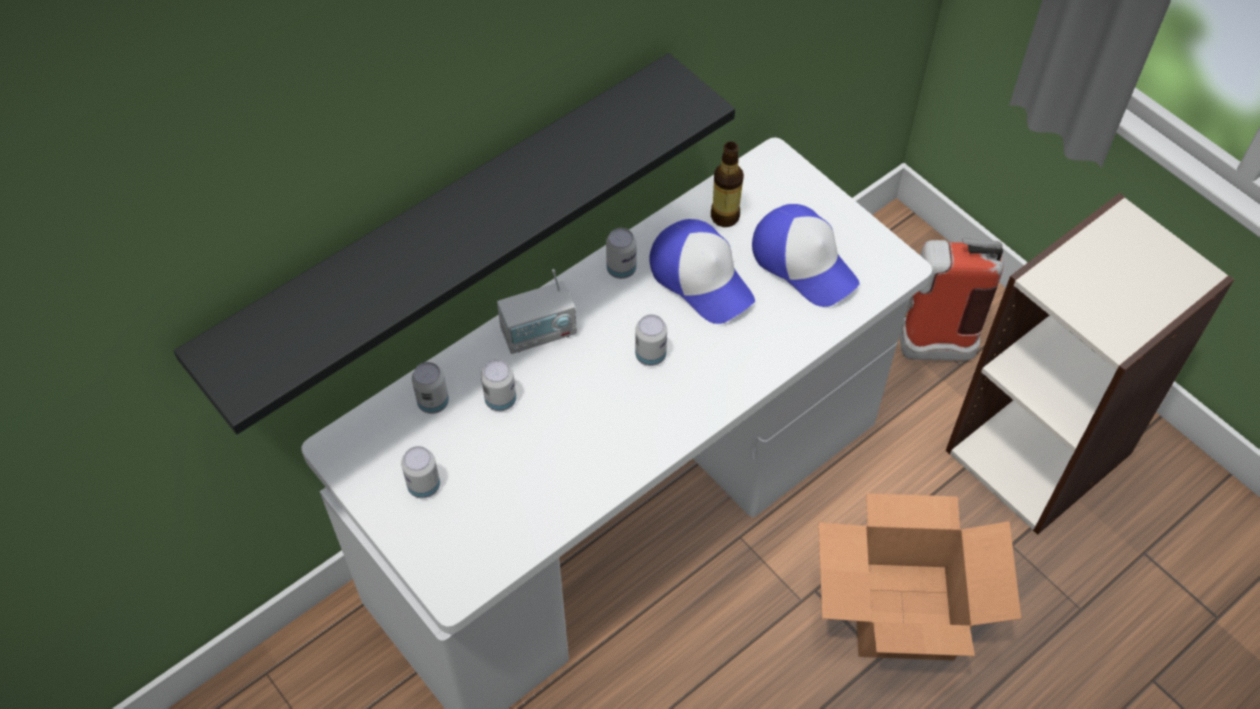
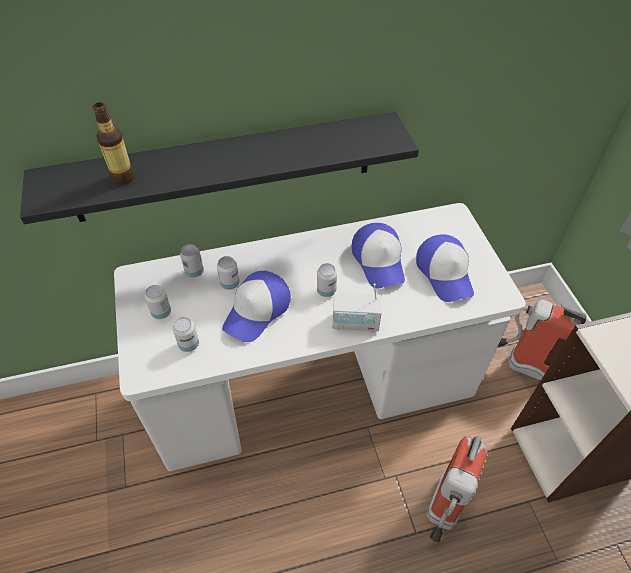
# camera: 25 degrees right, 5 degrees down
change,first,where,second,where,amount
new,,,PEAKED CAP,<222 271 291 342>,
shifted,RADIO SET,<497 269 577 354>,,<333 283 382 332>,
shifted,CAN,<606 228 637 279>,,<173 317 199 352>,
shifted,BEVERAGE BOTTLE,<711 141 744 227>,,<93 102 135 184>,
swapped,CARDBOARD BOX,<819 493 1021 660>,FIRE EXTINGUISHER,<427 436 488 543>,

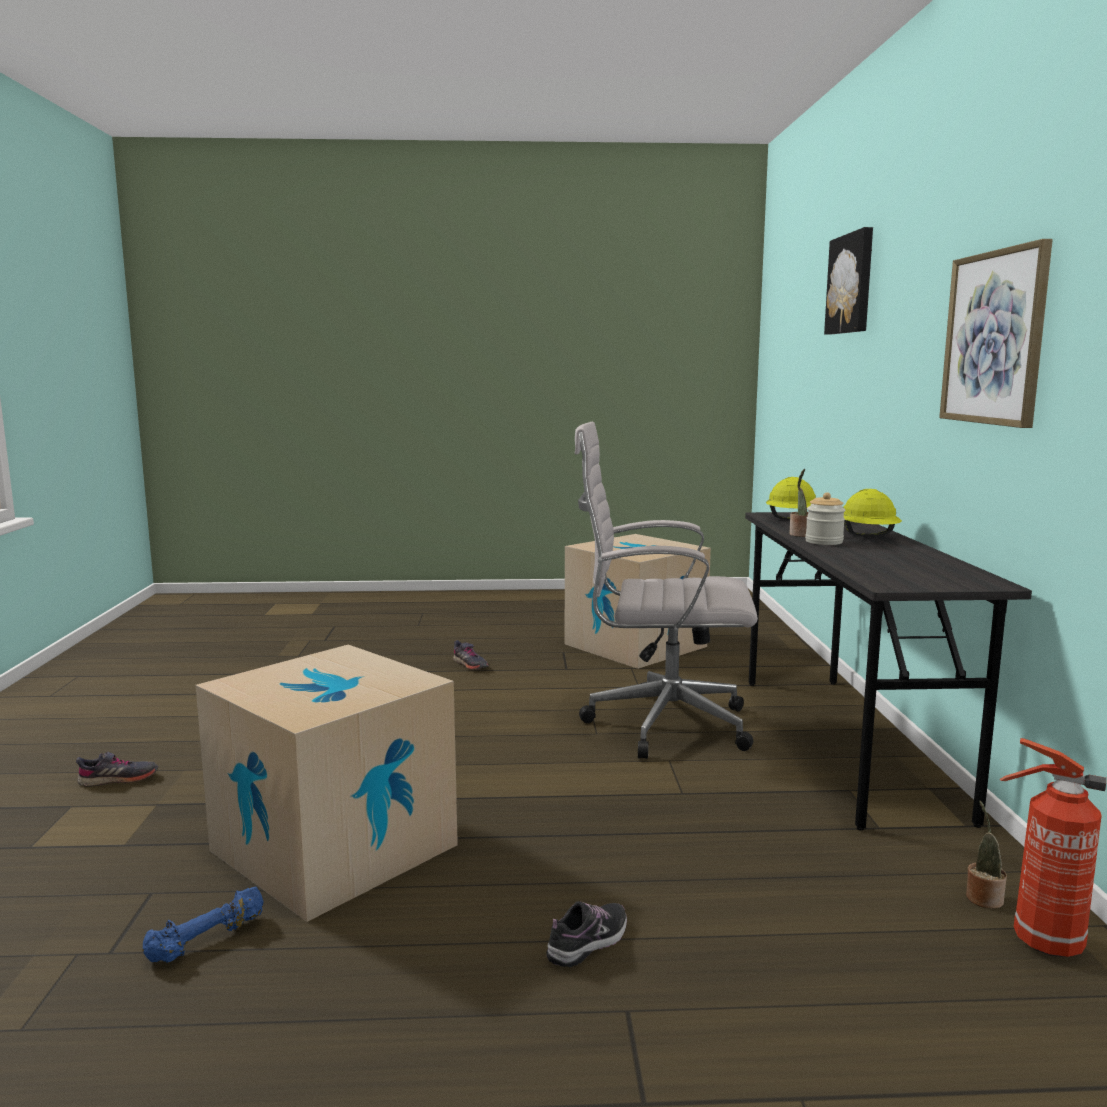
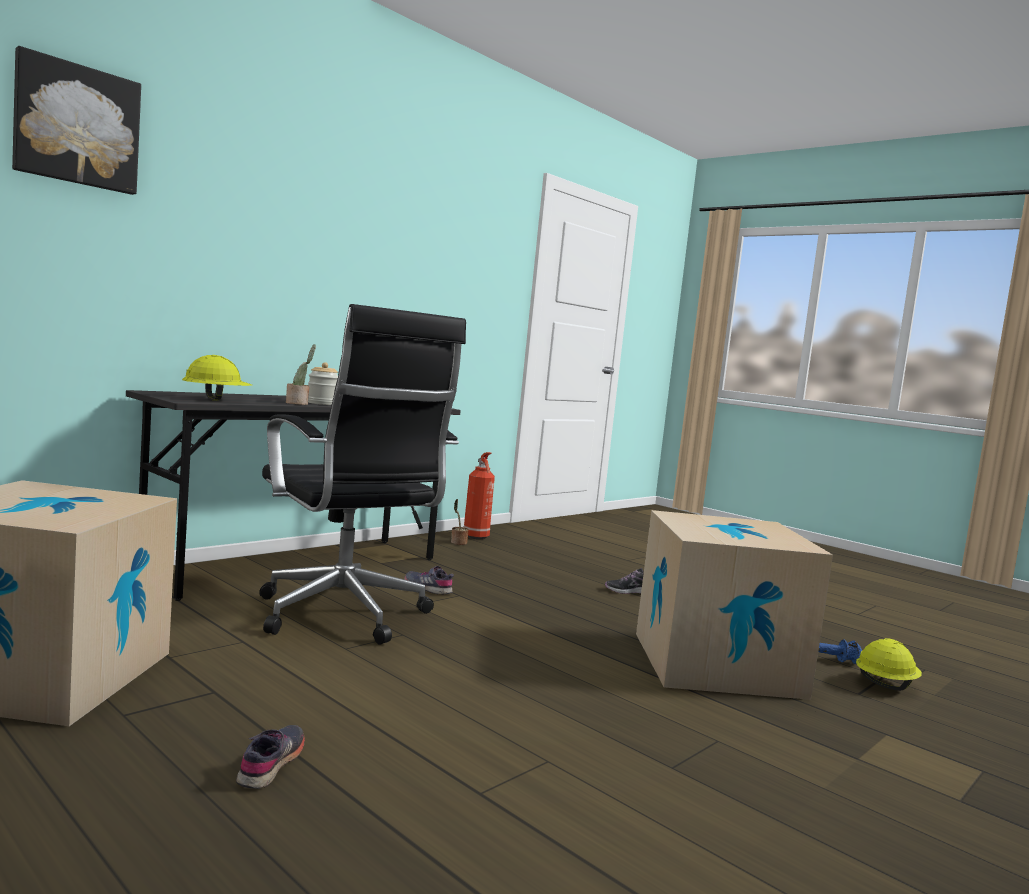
# camera: 135 degrees left, 5 degrees down
change,first,where,second,where,amount
gone,PICTURE,<939 239 1053 428>,,,
shifted,GRAY LOW SHOE,<76 752 158 787>,,<404 566 454 595>,
shifted,YELLOW WORK HELMET,<843 489 902 537>,,<856 638 922 691>,
repainted,WHITE-COLOURED COMPUTER CHAIR,<575 422 758 759>,BLACKISH COMPUTER CHAIR,<259 304 466 645>,

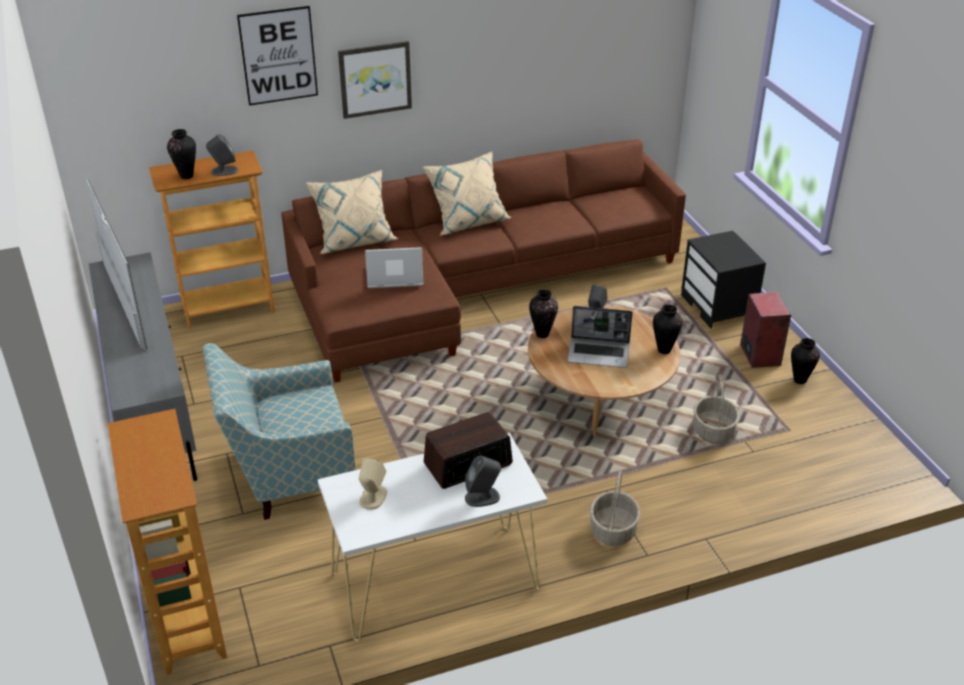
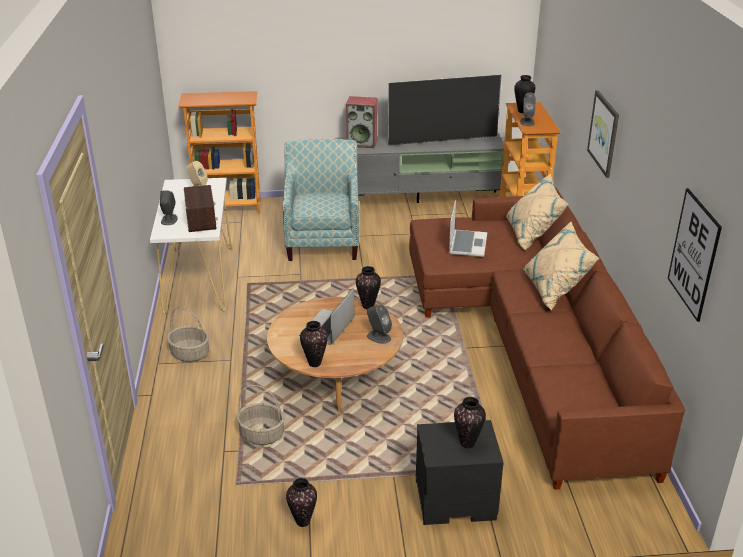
# camera: 105 degrees right, 5 degrees down
change,first,where,second,where,amount
new,,,FLOWER VASE,<454 397 486 448>,
shifted,PICTURE,<237 6 318 106>,,<667 188 722 322>,
shifted,LOUDSPEAKER,<740 292 791 368>,,<346 96 377 148>,

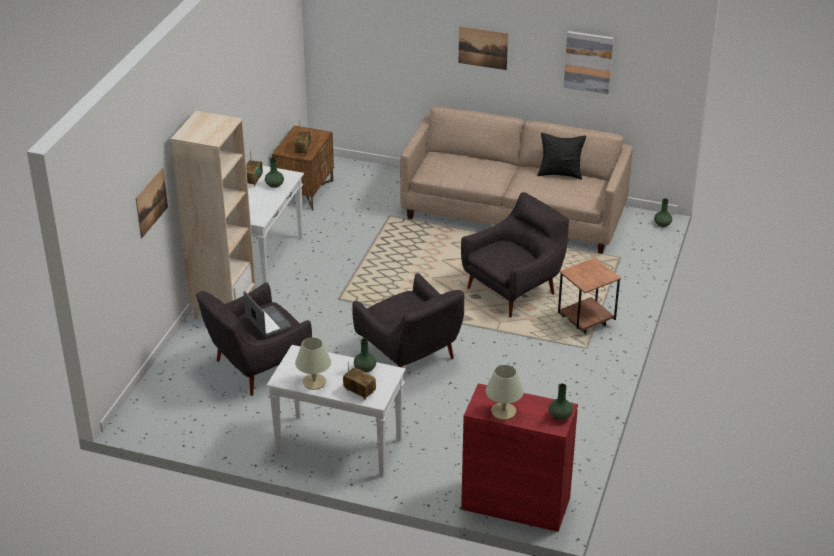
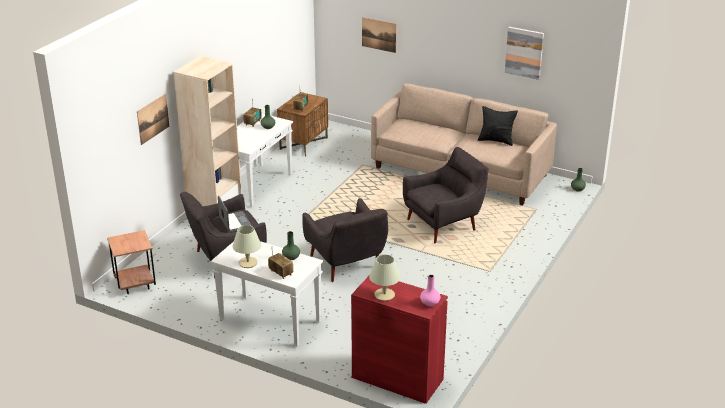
# camera: 10 degrees right, 5 degrees down
change,first,where,second,where,amount
shifted,PICTURE,<459 26 508 70>,,<362 17 397 53>,
shifted,BROWN-COLOURED END TABLE,<558 257 621 334>,,<107 230 156 294>,
repainted,GREENISH FLOWER VASE,<549 384 573 420>,PINKISH FLOWER VASE,<420 275 440 306>,

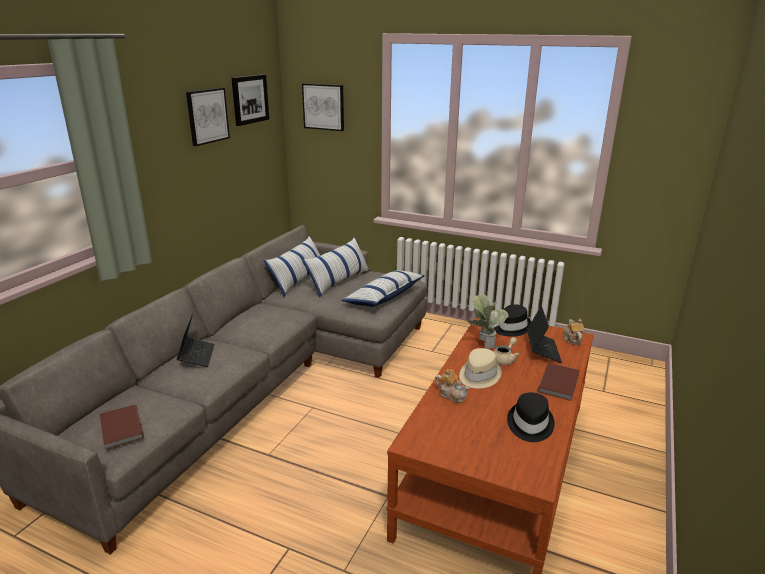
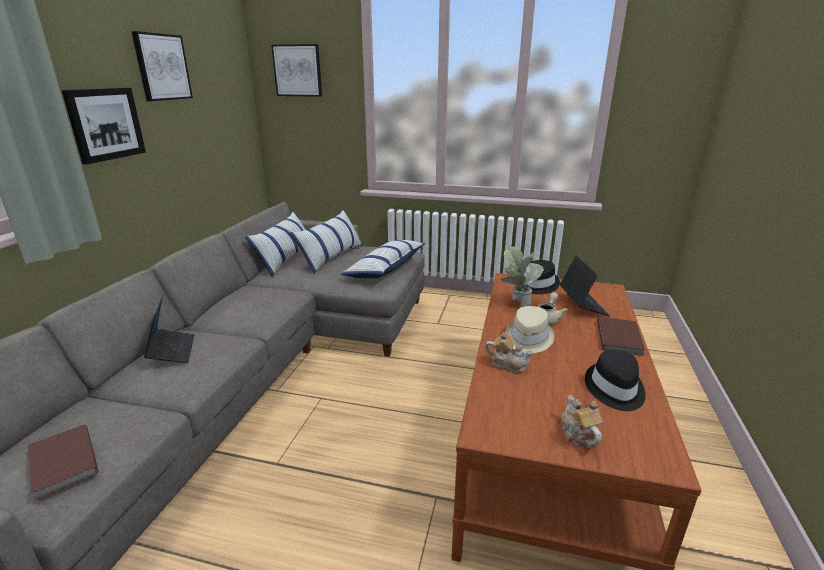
# camera: 10 degrees left, 0 degrees up
change,first,where,second,where,amount
shifted,PICTURE,<232 74 269 126>,,<62 88 146 164>,
shifted,TEAPOT,<564 319 584 345>,,<561 395 603 448>,

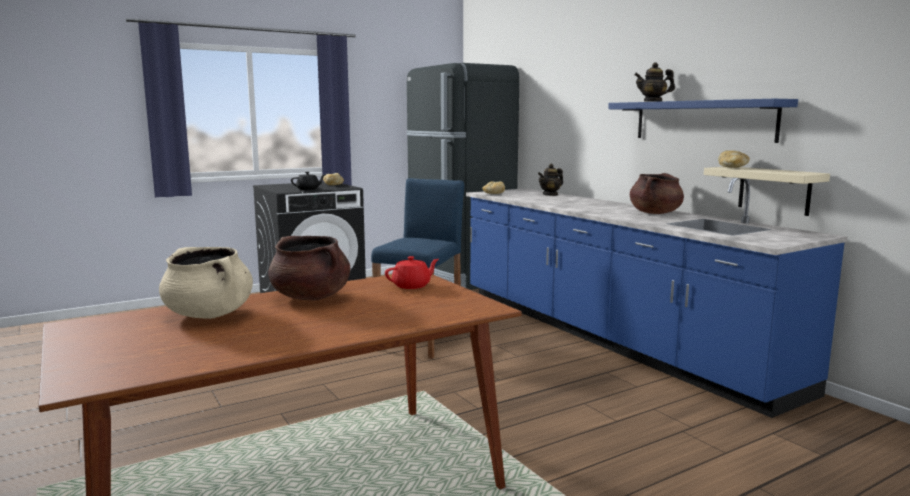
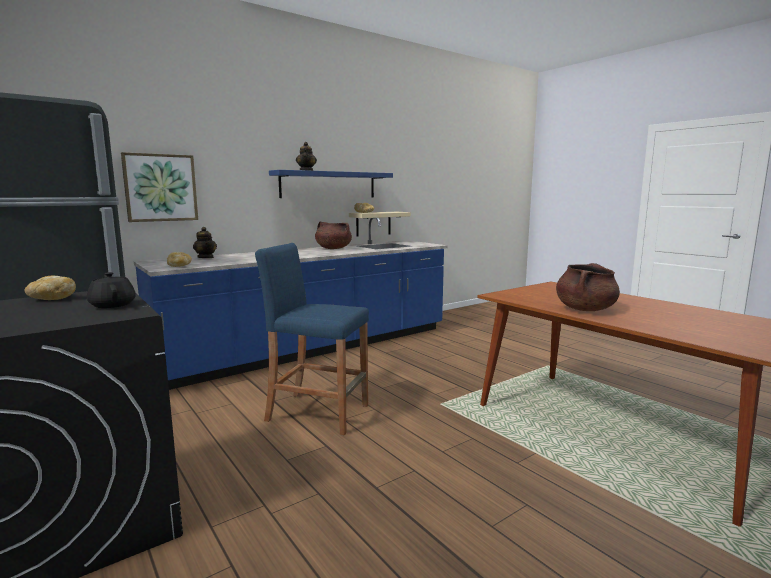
# camera: 95 degrees left, 0 degrees up
change,first,where,second,where,amount
gone,BEIGE-COLOURED SAUCEPOT,<159 247 253 319>,,,
gone,RED TEAPOT,<385 256 439 289>,,,
new,,,PICTURE,<121 152 198 222>,

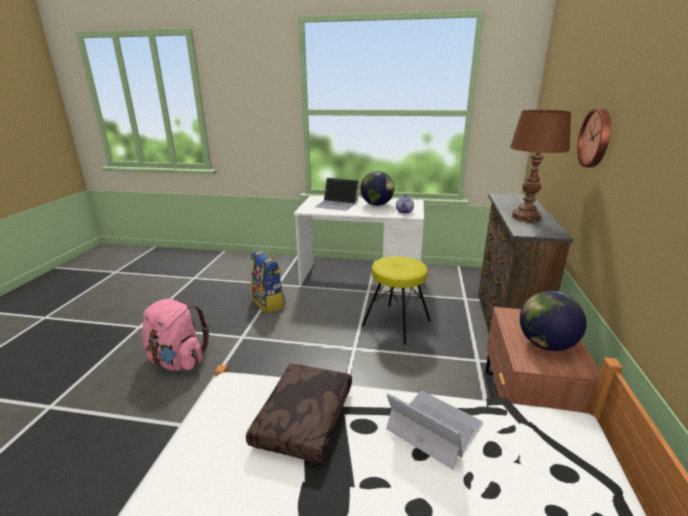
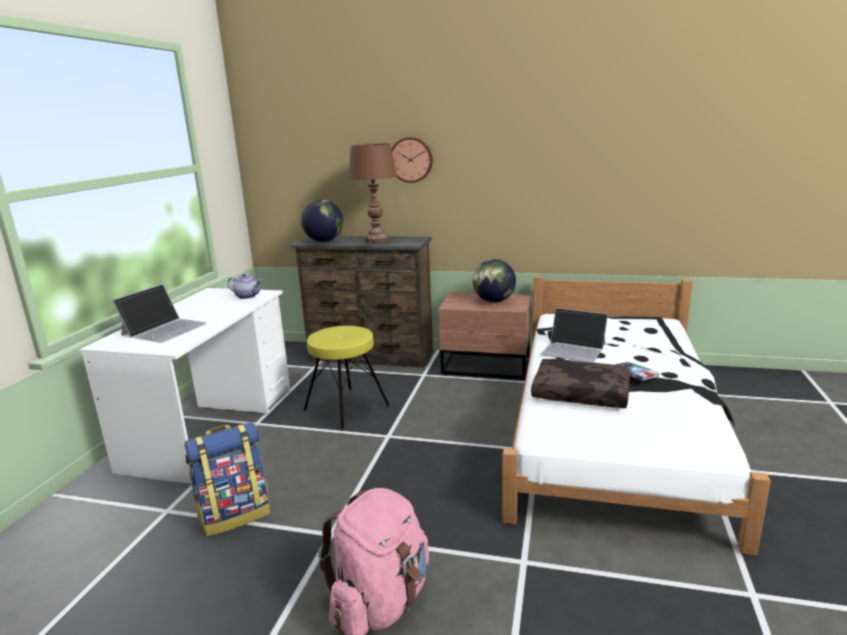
# camera: 85 degrees left, 5 degrees down
change,first,where,second,where,amount
new,,,BOUND BOOK,<614 362 660 381>,
shifted,WORLD GLOBE,<360 171 395 206>,,<301 200 343 242>,
rotated,LAPTOP,<386 391 483 470>,,<540 308 608 363>,105 degrees counterclockwise

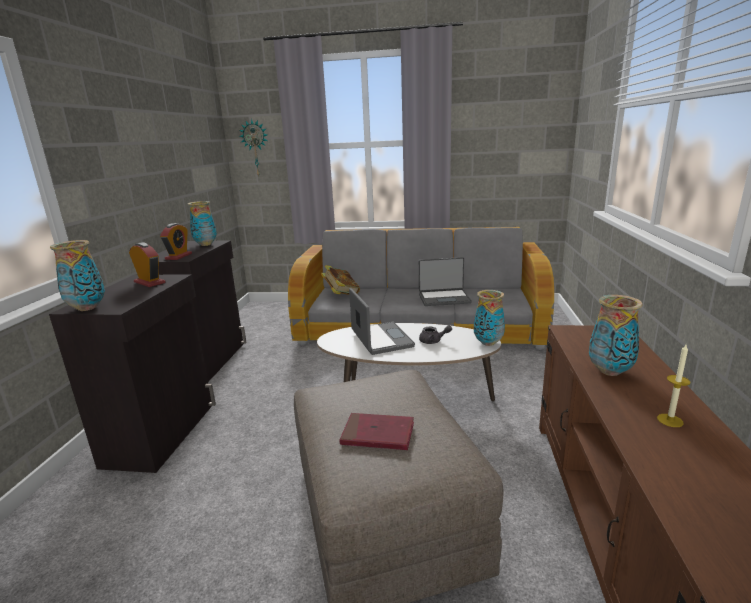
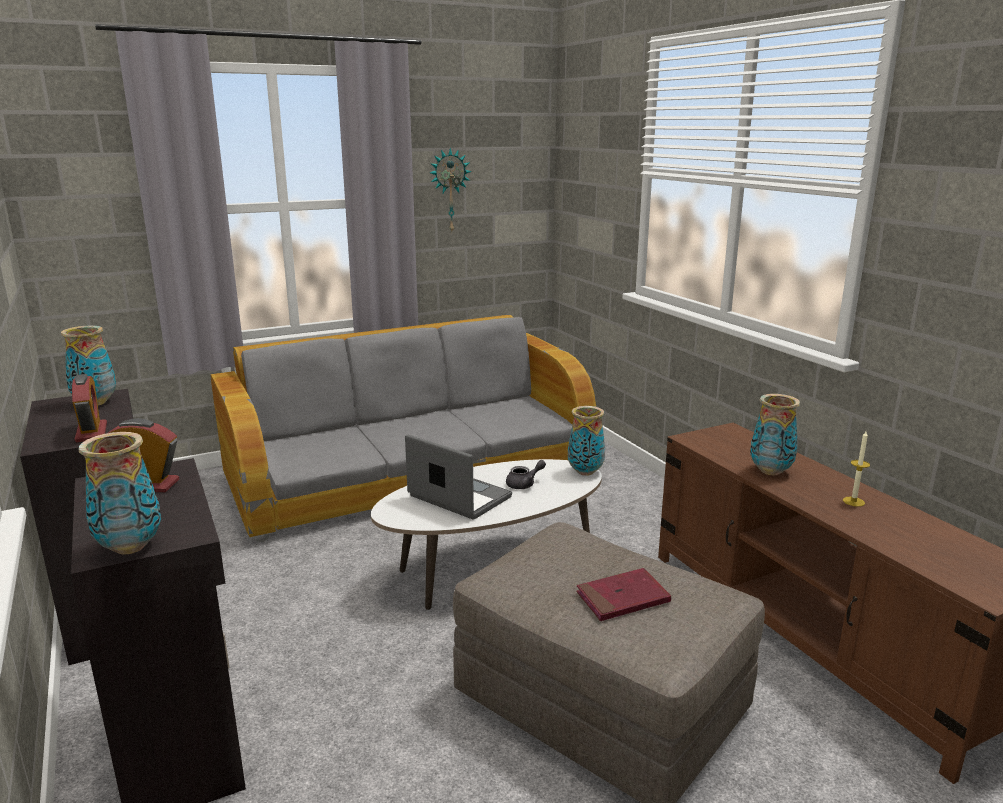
# camera: 35 degrees left, 0 degrees up
change,first,where,second,where,amount
gone,BOUND BOOK,<321 265 360 295>,,,
gone,LAPTOP,<419 257 472 306>,,,
shifted,HANGING CLOCK,<240 119 267 176>,,<430 148 472 232>,

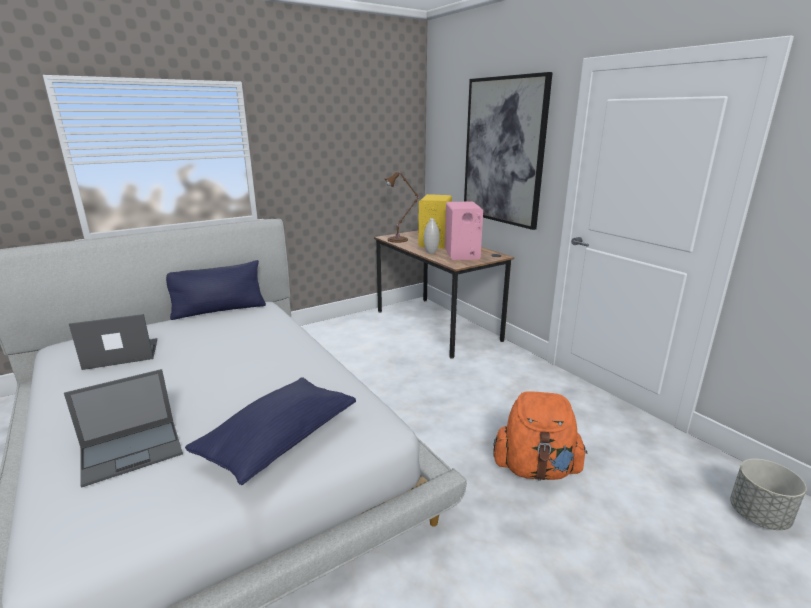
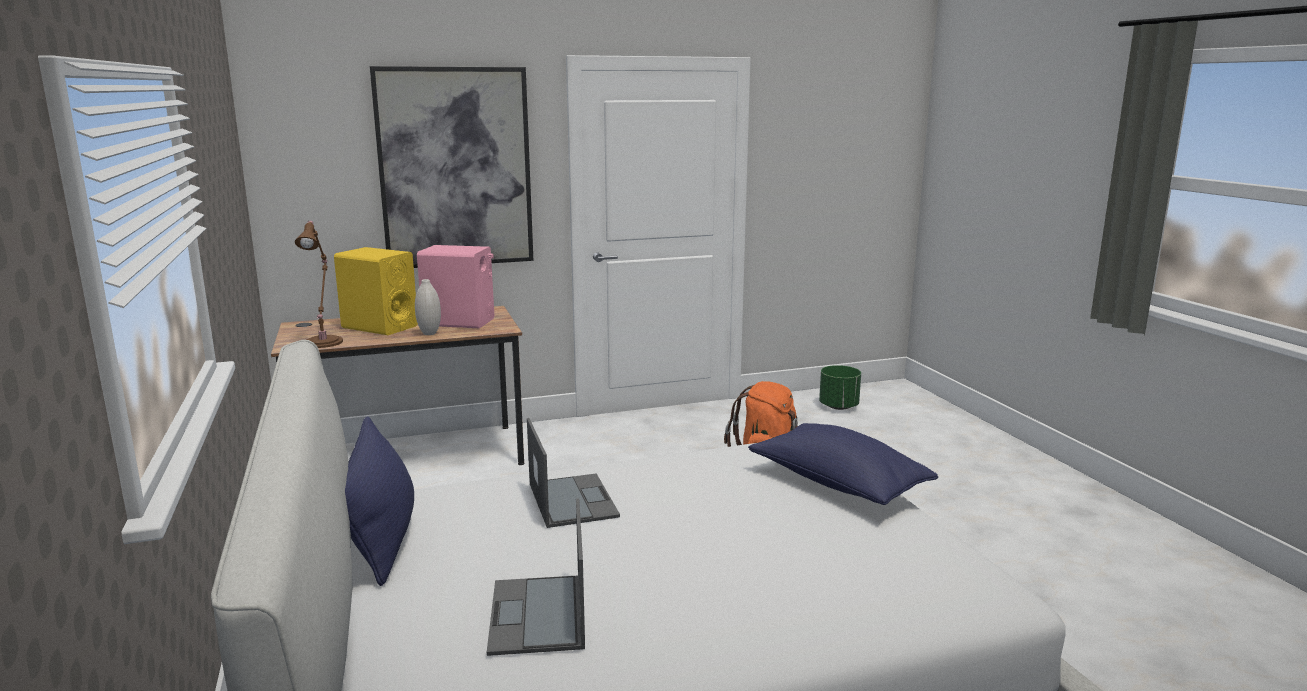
# camera: 75 degrees left, 5 degrees down
change,first,where,second,where,amount
shifted,LAPTOP,<64 369 183 488>,,<527 418 620 528>,
repainted,GRAY FLOWER POT,<730 459 807 530>,GREENISH FLOWER POT,<819 365 861 410>,

